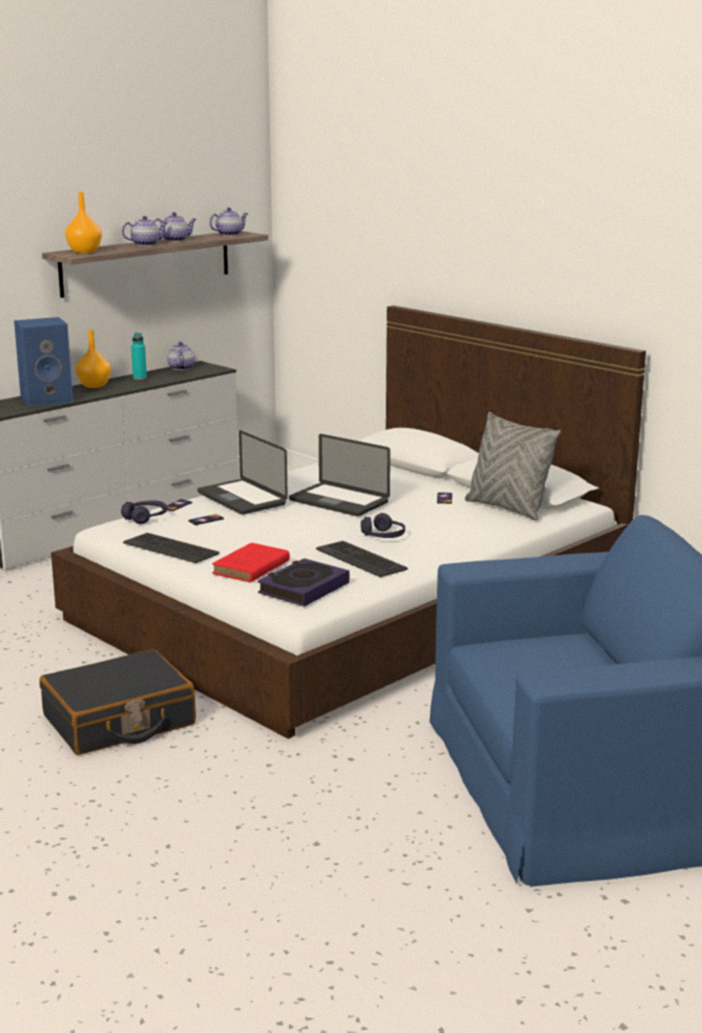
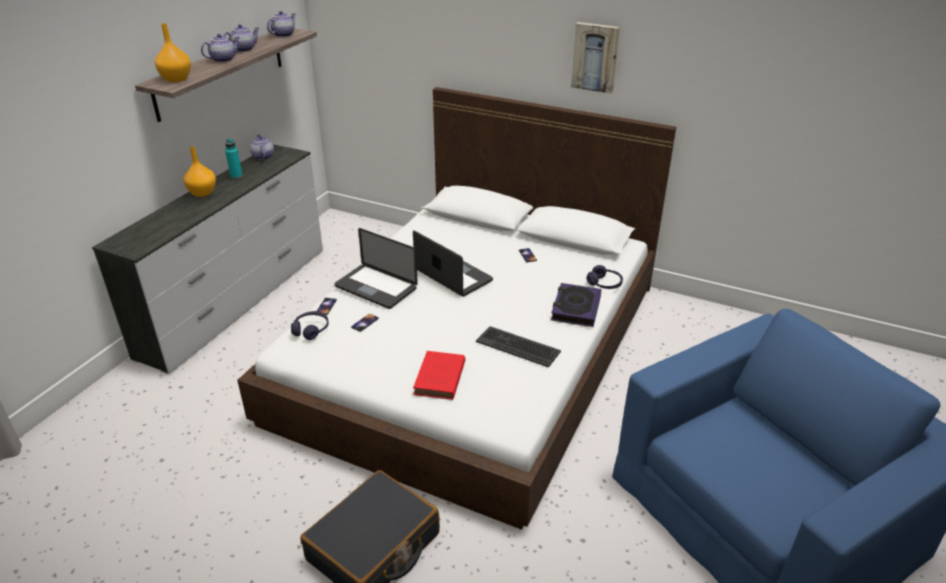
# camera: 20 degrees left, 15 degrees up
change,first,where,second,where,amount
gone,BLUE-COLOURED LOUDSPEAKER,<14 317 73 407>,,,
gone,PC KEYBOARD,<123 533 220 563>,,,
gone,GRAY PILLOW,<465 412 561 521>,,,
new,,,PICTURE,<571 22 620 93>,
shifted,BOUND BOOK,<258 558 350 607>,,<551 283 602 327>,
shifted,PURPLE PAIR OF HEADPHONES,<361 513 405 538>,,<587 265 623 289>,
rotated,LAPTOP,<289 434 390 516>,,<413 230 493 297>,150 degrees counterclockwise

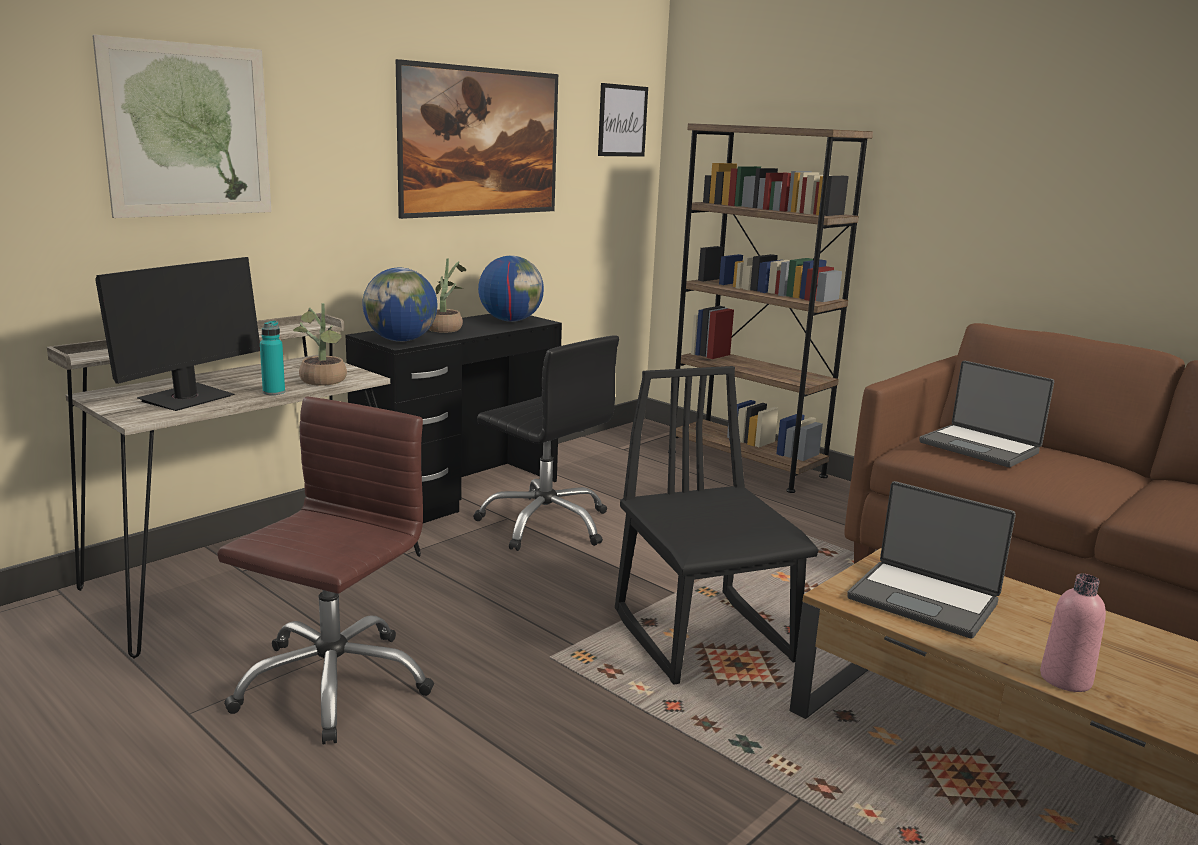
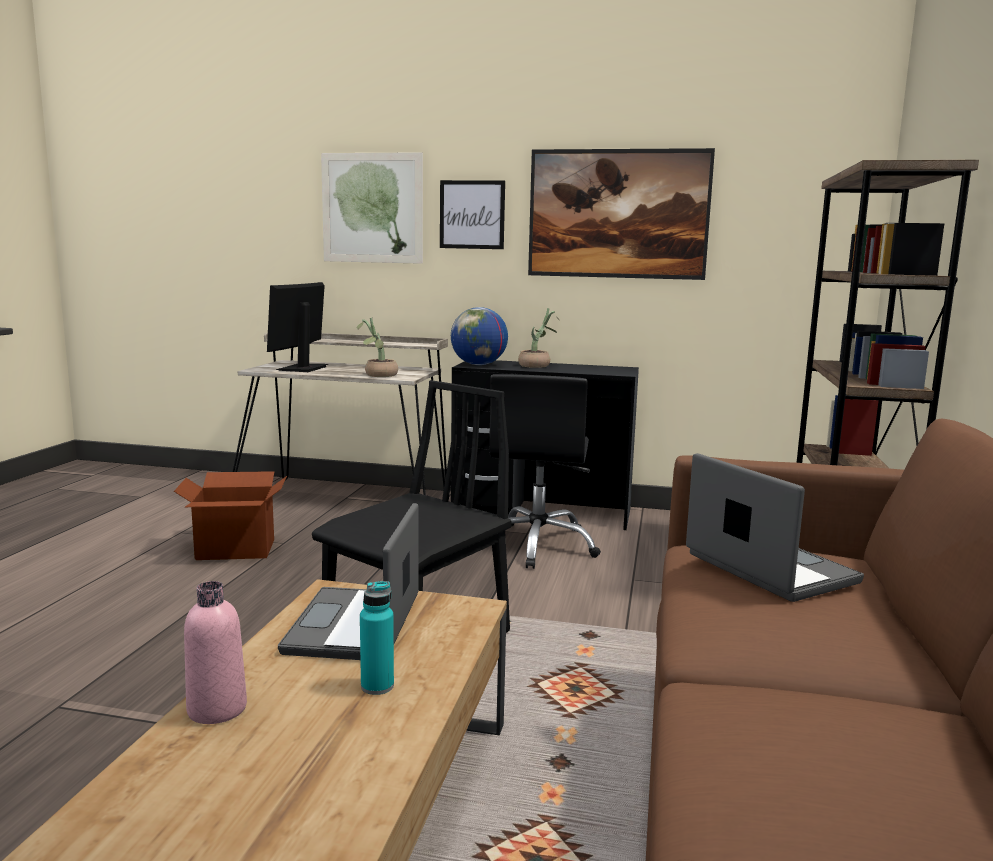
# camera: 60 degrees right, 5 degrees down
change,first,where,second,where,amount
gone,WORLD GLOBE,<478 256 544 322>,,,
shifted,TURQUOISE-COLOURED BEVERAGE BOTTLE,<260 321 285 395>,,<360 581 394 695>,
shifted,PICTURE,<598 83 648 157>,,<440 180 505 249>,
swapped,BROWN-COLOURED COMPUTER CHAIR,<217 396 434 744>,CARDBOARD BOX,<174 471 287 560>,
rotated,COMPUTER DISPLAY,<95 257 260 411>,,<267 282 328 372>,105 degrees clockwise
rotated,LAPTOP,<919 361 1054 467>,,<686 453 864 602>,135 degrees clockwise

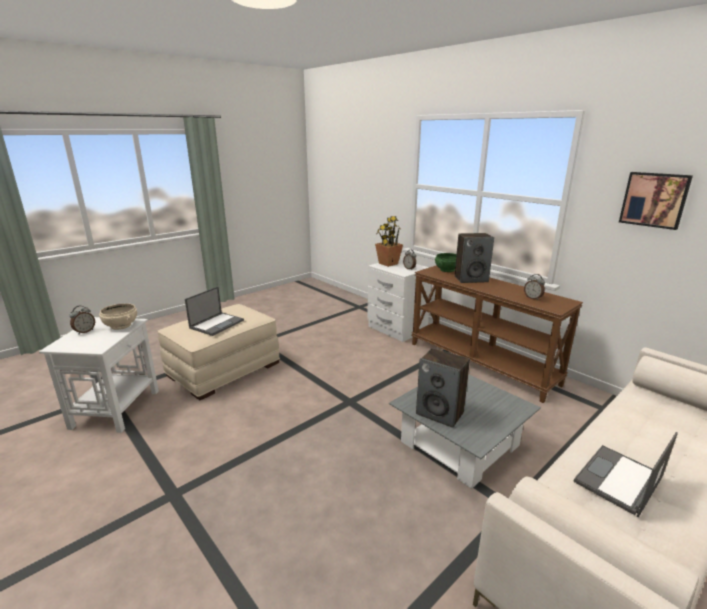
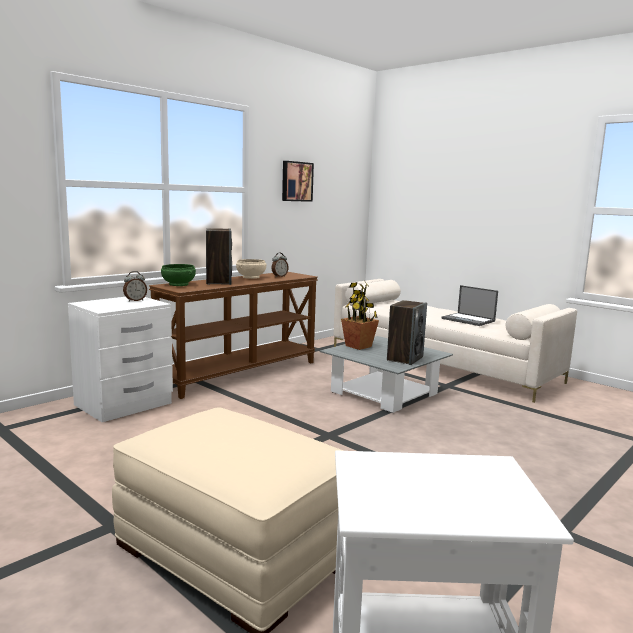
# camera: 95 degrees left, 10 degrees down
change,first,where,second,where,amount
gone,ALARM CLOCK,<70 306 95 334>,,,
gone,LAPTOP,<185 287 244 336>,,,
shifted,BEIGE-COLOURED SERVING BOWL,<99 303 137 330>,,<236 259 267 279>,
shifted,POTTED PLANT,<375 216 403 267>,,<341 280 379 350>,

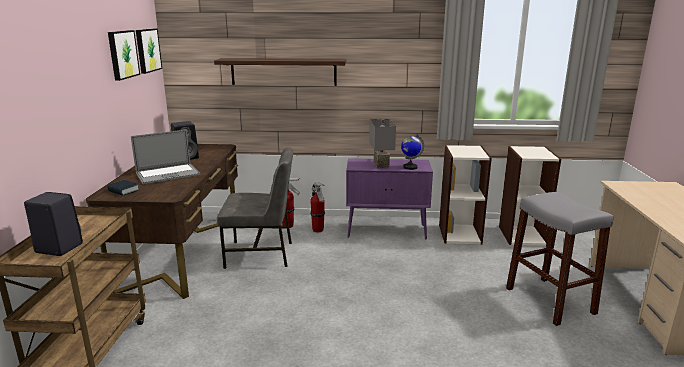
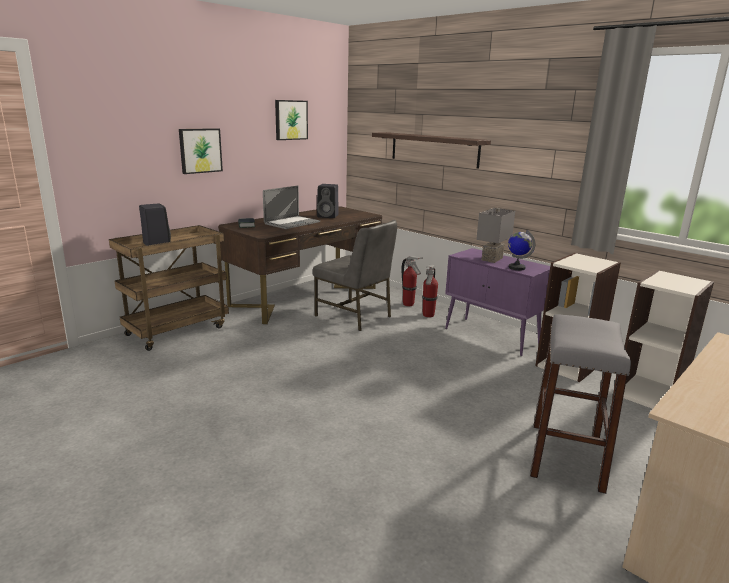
# camera: 40 degrees right, 0 degrees up
change,first,where,second,where,amount
shifted,PICTURE,<136 28 162 74>,,<179 128 223 174>,
rotated,LAPTOP,<131 130 200 184>,,<263 186 320 229>,60 degrees counterclockwise

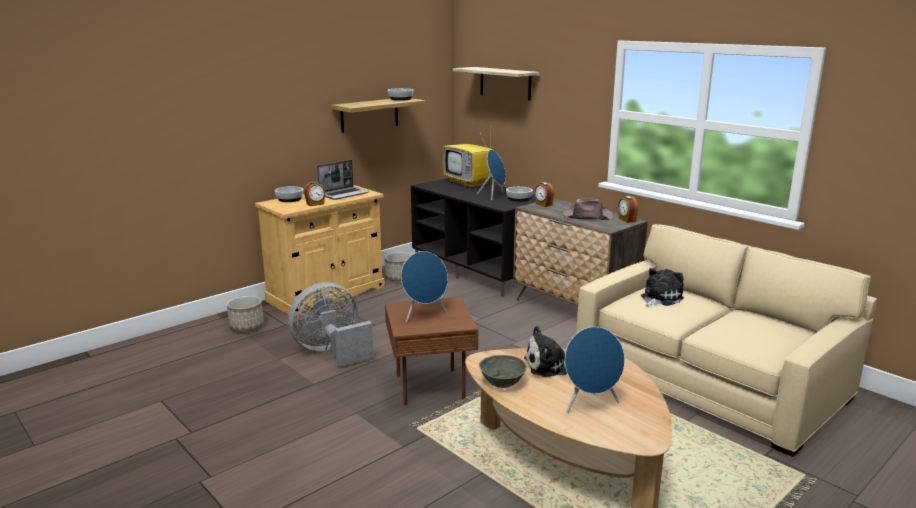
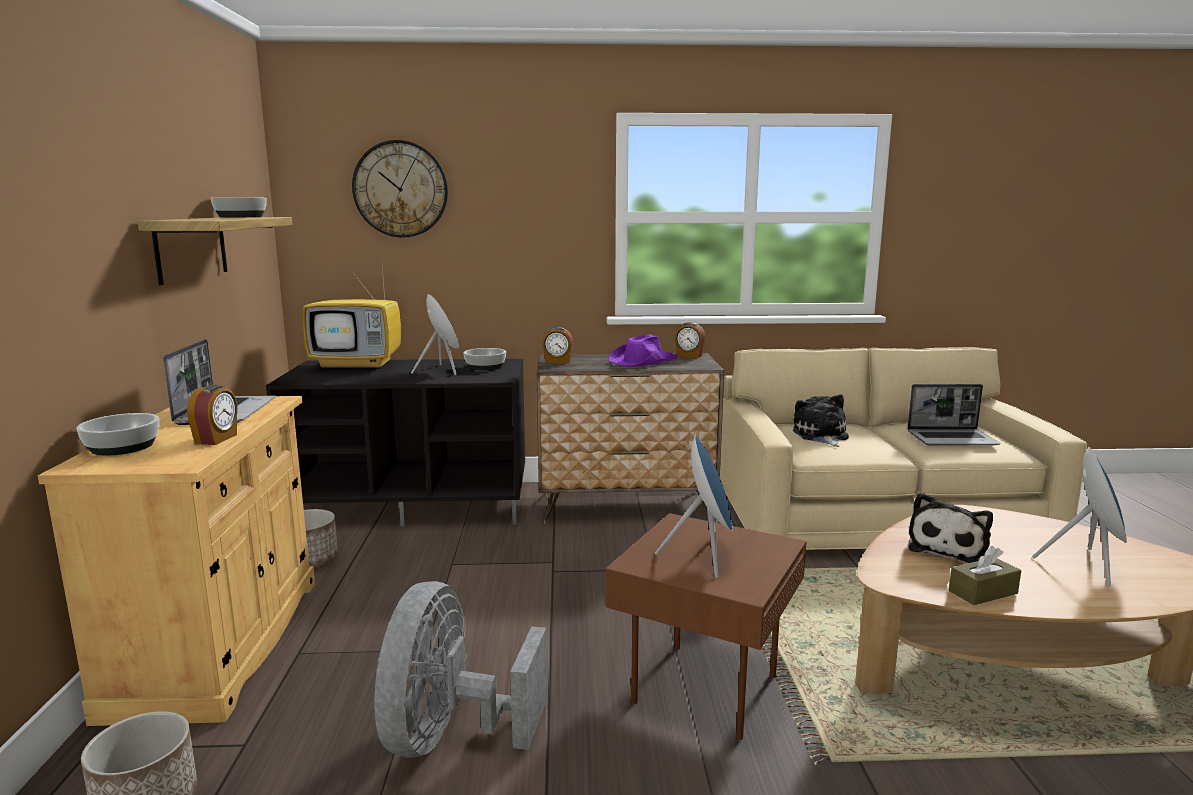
# camera: 50 degrees left, 5 degrees down
change,first,where,second,where,amount
new,,,LAPTOP,<907 384 1000 446>,
swapped,WALL SHELF,<453 67 539 100>,HANGING CLOCK,<352 140 448 238>,
swapped,GRAY SERVING BOWL,<479 355 527 388>,BROWN-COLOURED TISSUE HOLDER,<949 546 1021 605>,
repainted,BROWN-COLOURED HAT,<562 198 614 220>,PURPLE HAT,<608 334 678 367>,

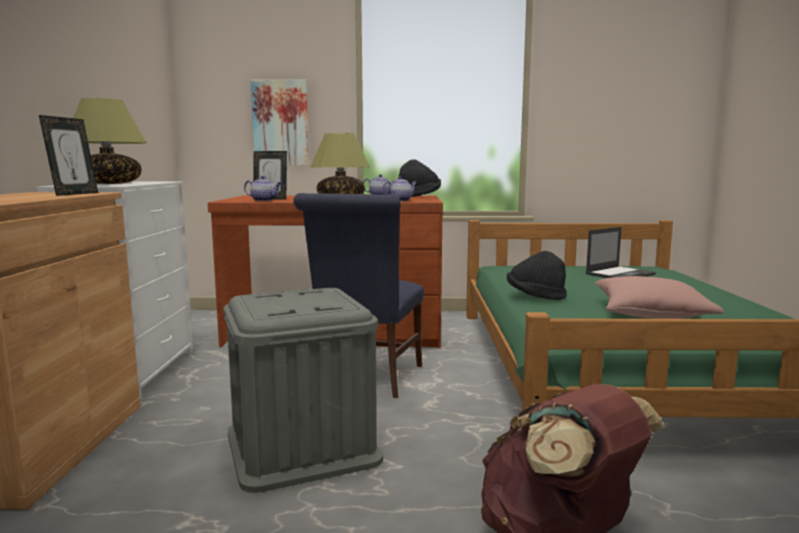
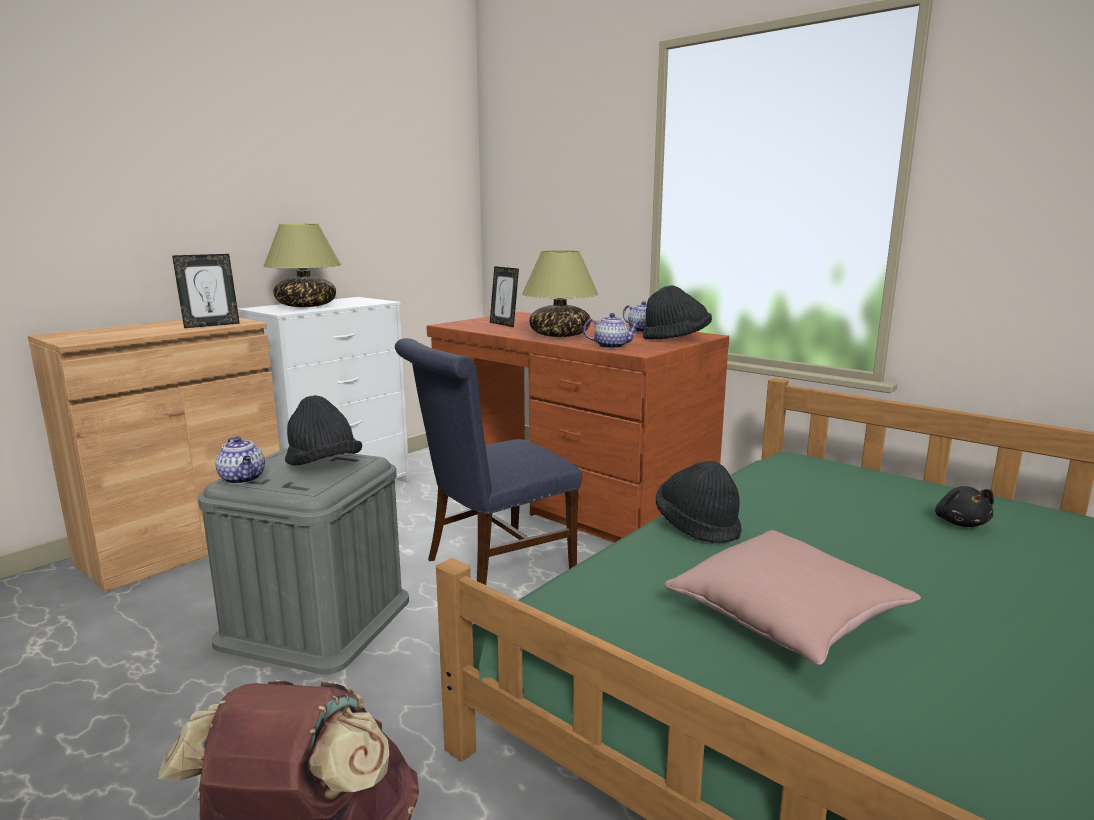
# camera: 40 degrees right, 5 degrees up
change,first,where,second,where,amount
gone,PICTURE,<251 80 309 166>,,,
new,,,BLACKISH HAT,<285 395 362 466>,
shifted,TEAPOT,<244 176 282 201>,,<215 437 265 484>,
swapped,LAPTOP,<586 227 656 278>,BLACKISH PLUSH TOY,<935 486 994 527>,

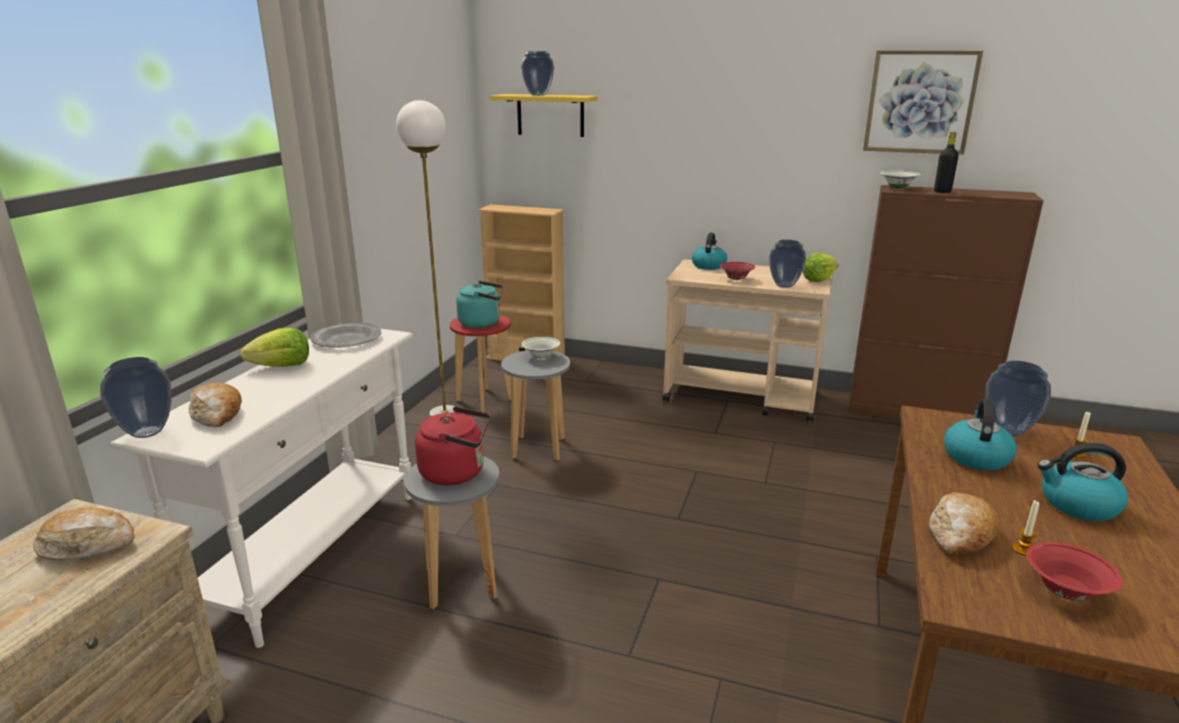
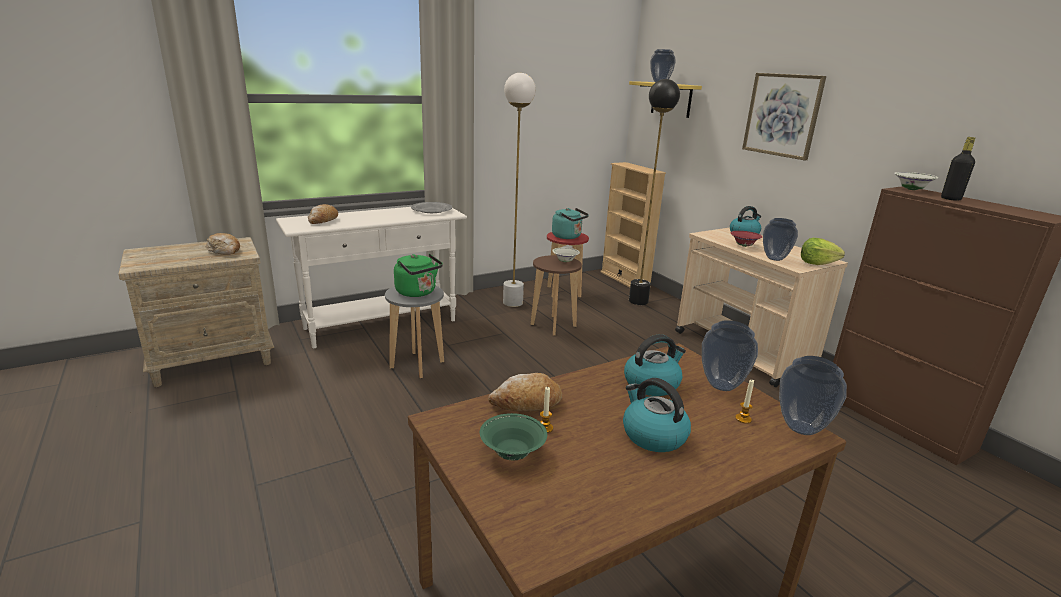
# camera: 40 degrees right, 0 degrees up
change,first,where,second,where,amount
gone,HEAD OF LETTUCE,<241 327 309 367>,,,
new,,,BLACKISH STANDARD LAMP,<629 79 680 305>,
shifted,FLOWER VASE,<100 357 172 438>,,<779 356 847 435>,
shifted,PICTURE,<863 50 983 154>,,<742 73 826 160>,
repainted,RED WATER KETTLE,<415 406 490 485>,GREENISH WATER KETTLE,<394 254 443 297>,
repainted,GRAY STOOL,<501 350 570 461>,BROWN-COLOURED STOOL,<531 255 582 336>,
repainted,RED SERVING BOWL,<1026 542 1123 601>,GREENISH SERVING BOWL,<480 413 547 460>,

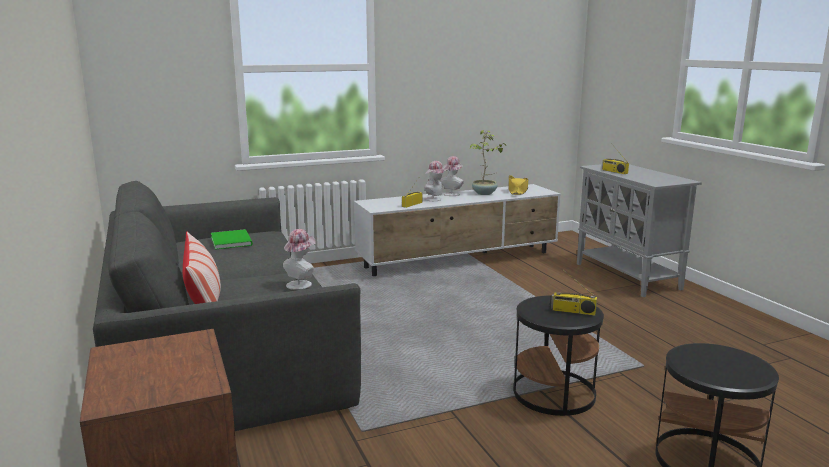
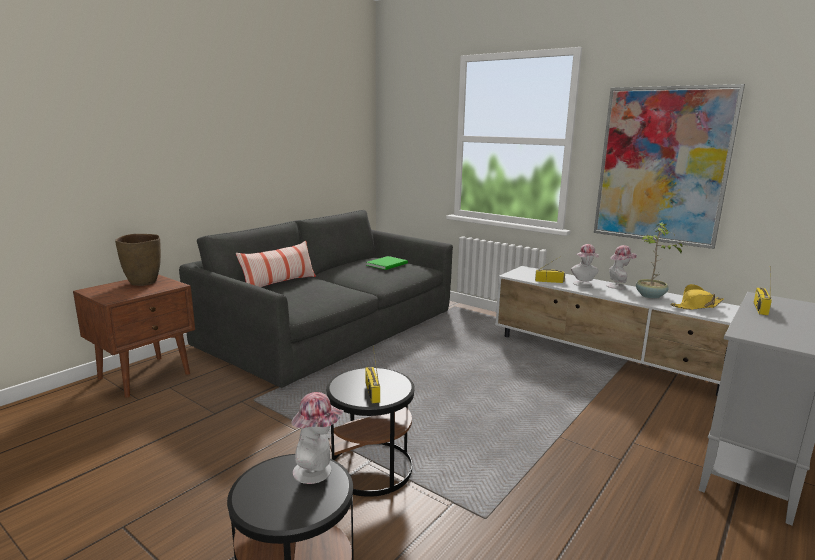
# camera: 60 degrees right, 0 degrees up
change,first,where,second,where,amount
new,,,BROWN-COLOURED FLOWER VASE,<115 234 161 286>,
new,,,PICTURE,<594 84 745 249>,
shifted,HAT,<283 229 316 290>,,<292 392 344 484>,

